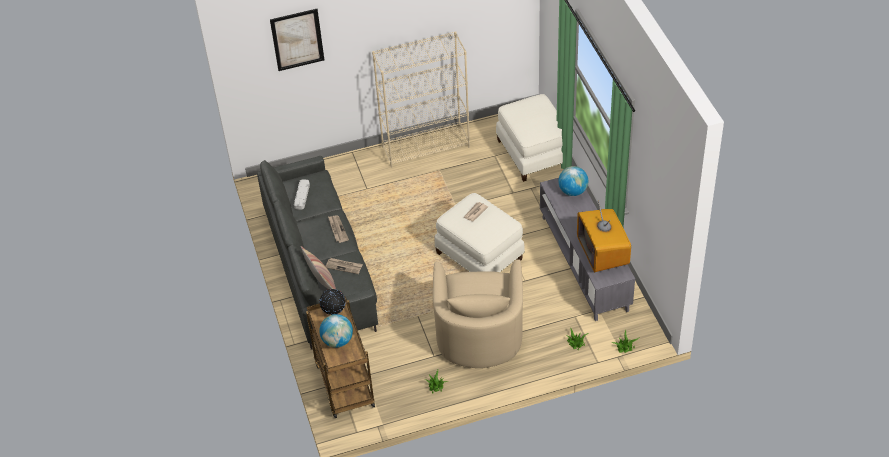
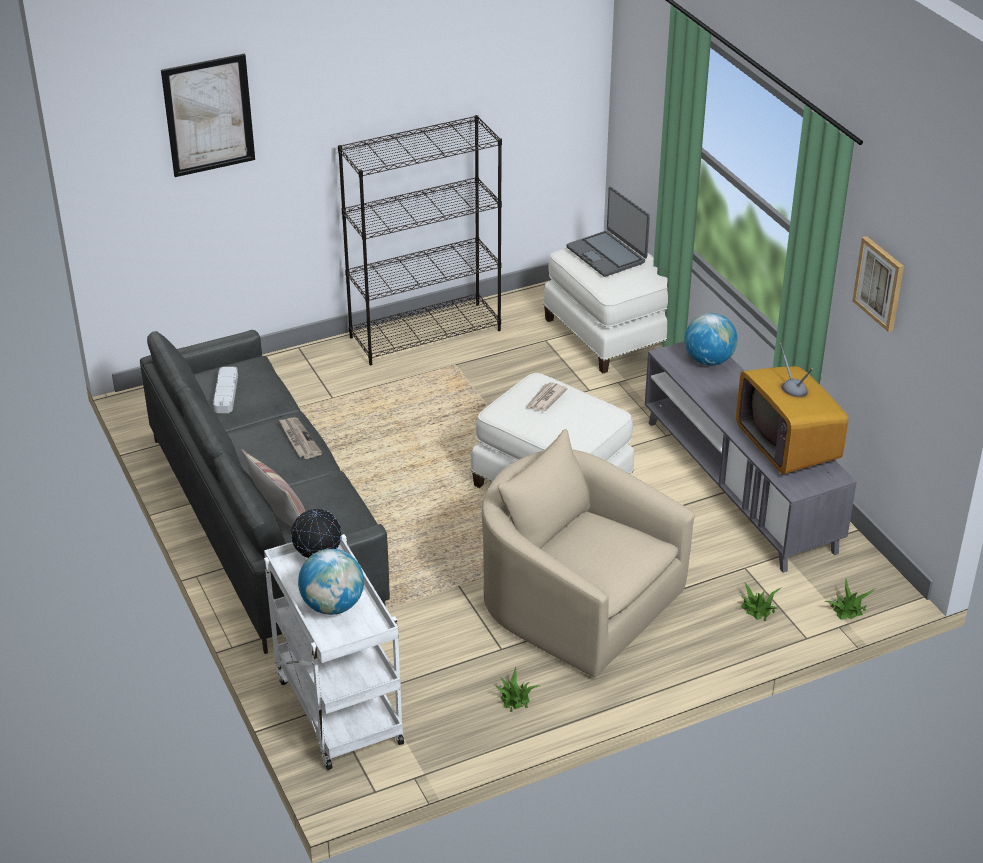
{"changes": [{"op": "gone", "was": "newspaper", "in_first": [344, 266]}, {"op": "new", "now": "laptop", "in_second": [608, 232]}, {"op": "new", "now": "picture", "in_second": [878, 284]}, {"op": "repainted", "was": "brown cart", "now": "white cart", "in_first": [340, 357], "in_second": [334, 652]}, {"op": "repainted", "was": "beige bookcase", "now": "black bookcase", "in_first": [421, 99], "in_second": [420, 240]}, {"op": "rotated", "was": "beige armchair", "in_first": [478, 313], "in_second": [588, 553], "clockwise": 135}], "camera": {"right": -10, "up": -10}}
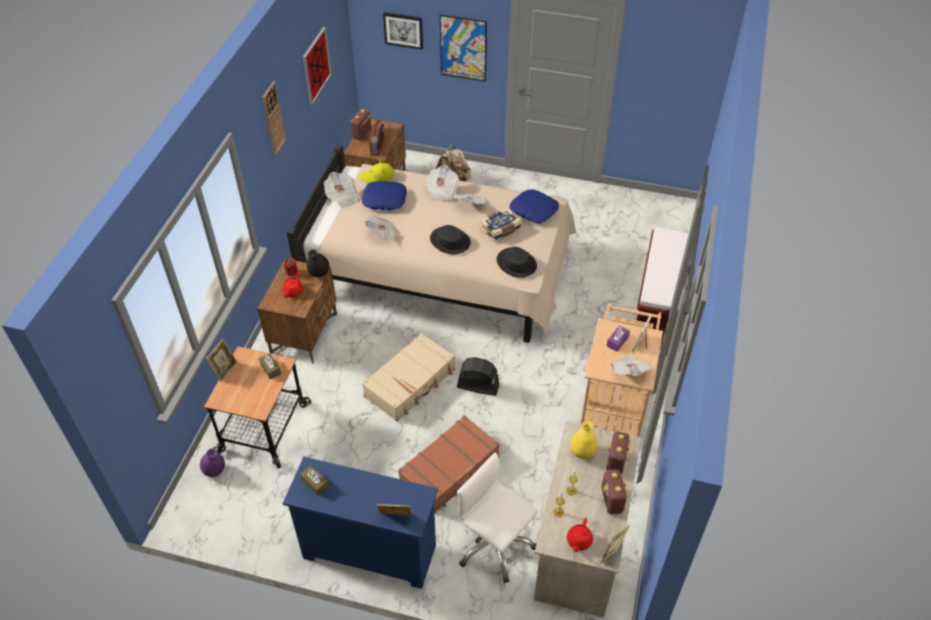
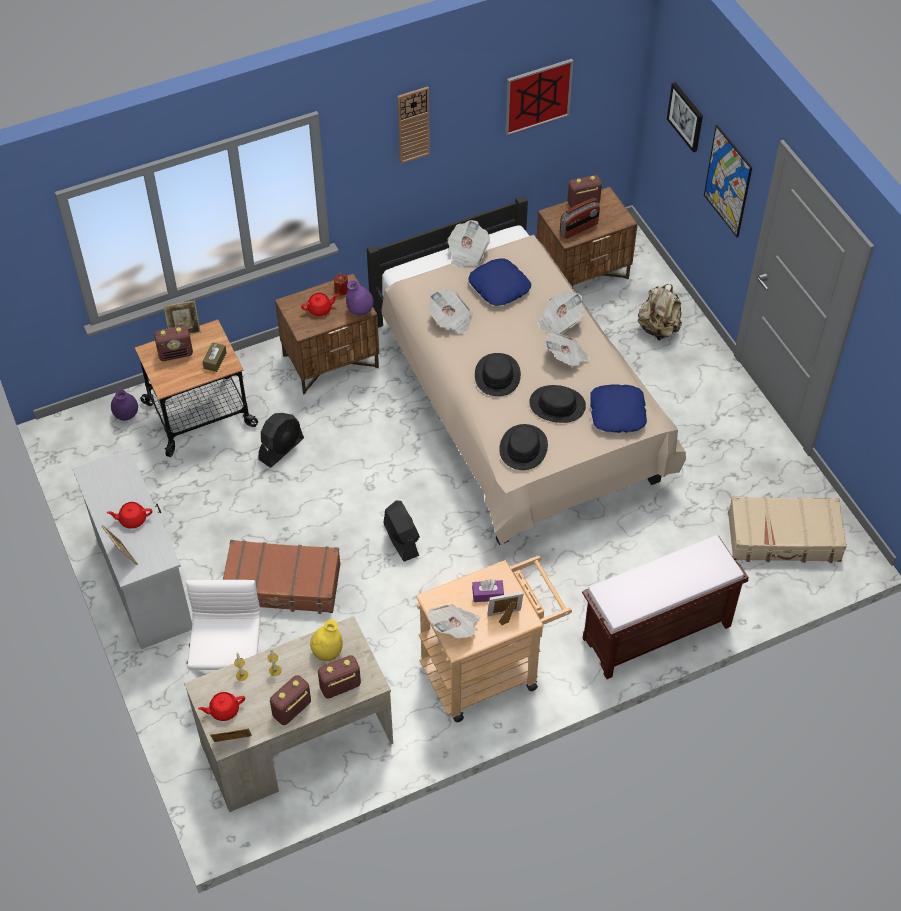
{"changes": [{"op": "gone", "was": "brown tissue box", "in_first": [314, 480]}, {"op": "gone", "was": "yellow hat", "in_first": [377, 172]}, {"op": "new", "now": "red teapot", "in_second": [129, 515]}, {"op": "new", "now": "radio", "in_second": [173, 343]}, {"op": "new", "now": "black fan", "in_second": [281, 440]}, {"op": "shifted", "was": "beige suitcase", "in_first": [408, 377], "in_second": [787, 529]}, {"op": "swapped", "was": "book", "now": "black hat", "in_first": [501, 224], "in_second": [557, 404]}, {"op": "repainted", "was": "blue dresser", "now": "white dresser", "in_first": [360, 523], "in_second": [132, 548]}, {"op": "repainted", "was": "black vase", "now": "purple vase", "in_first": [318, 263], "in_second": [360, 298]}], "camera": {"right": 50, "up": 5}}
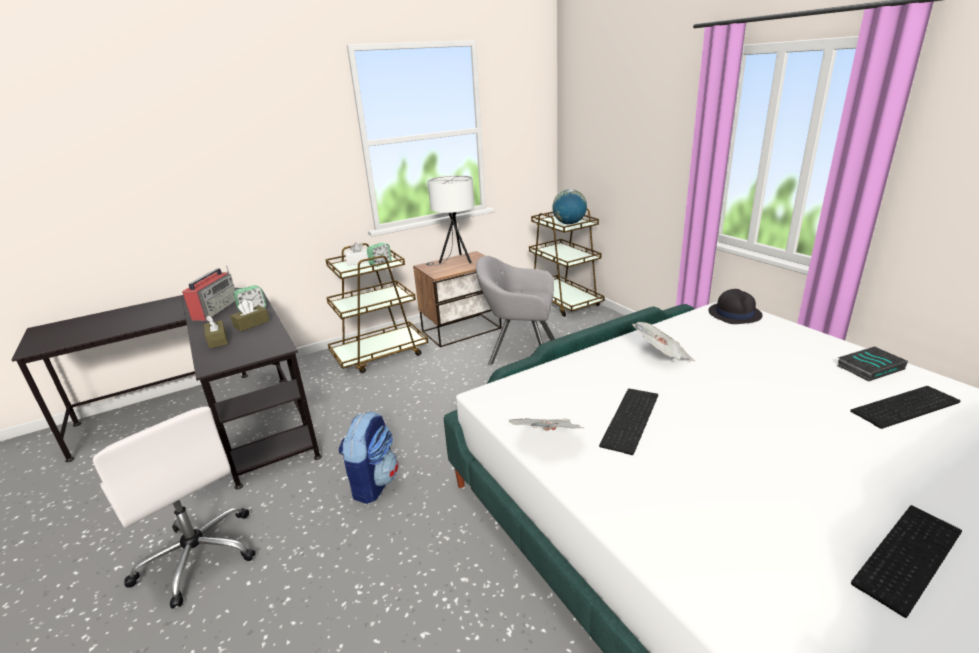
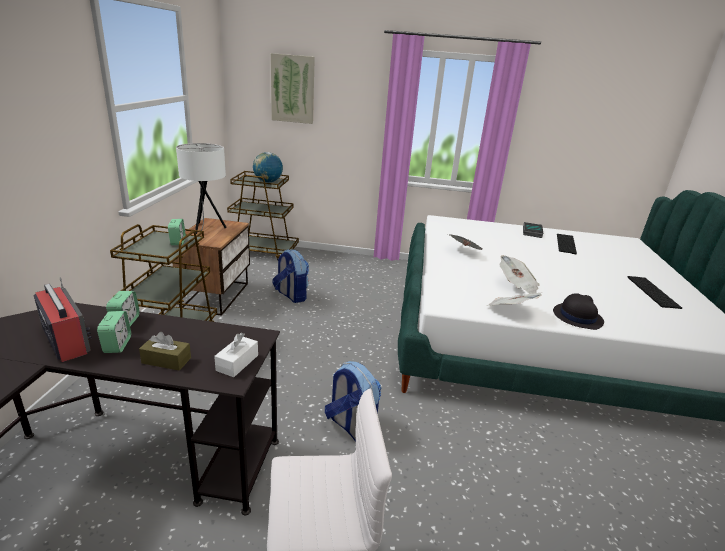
{"changes": [{"op": "gone", "was": "brown tissue box", "in_first": [250, 315]}, {"op": "new", "now": "alarm clock", "in_second": [114, 332]}, {"op": "new", "now": "picture", "in_second": [293, 88]}, {"op": "shifted", "was": "white tissue box", "in_first": [357, 254], "in_second": [236, 354]}, {"op": "shifted", "was": "black hat", "in_first": [735, 306], "in_second": [578, 311]}, {"op": "swapped", "was": "grey armchair", "now": "backpack", "in_first": [515, 310], "in_second": [291, 276]}, {"op": "swapped", "was": "keyboard", "now": "newspaper", "in_first": [628, 422], "in_second": [519, 274]}], "camera": {"right": -55, "up": 0}}
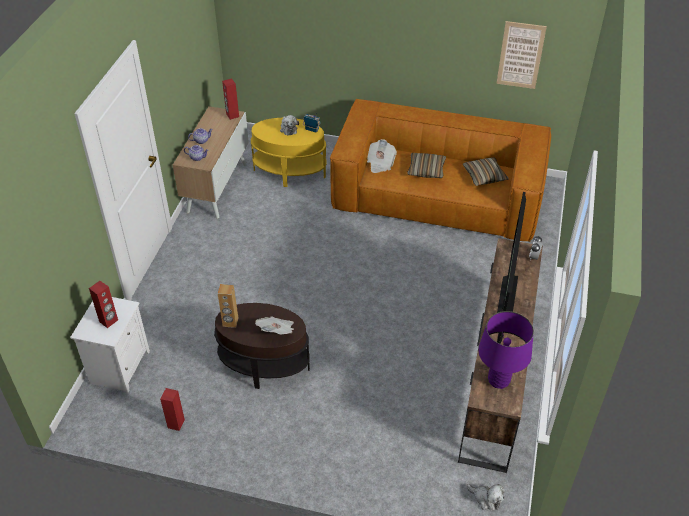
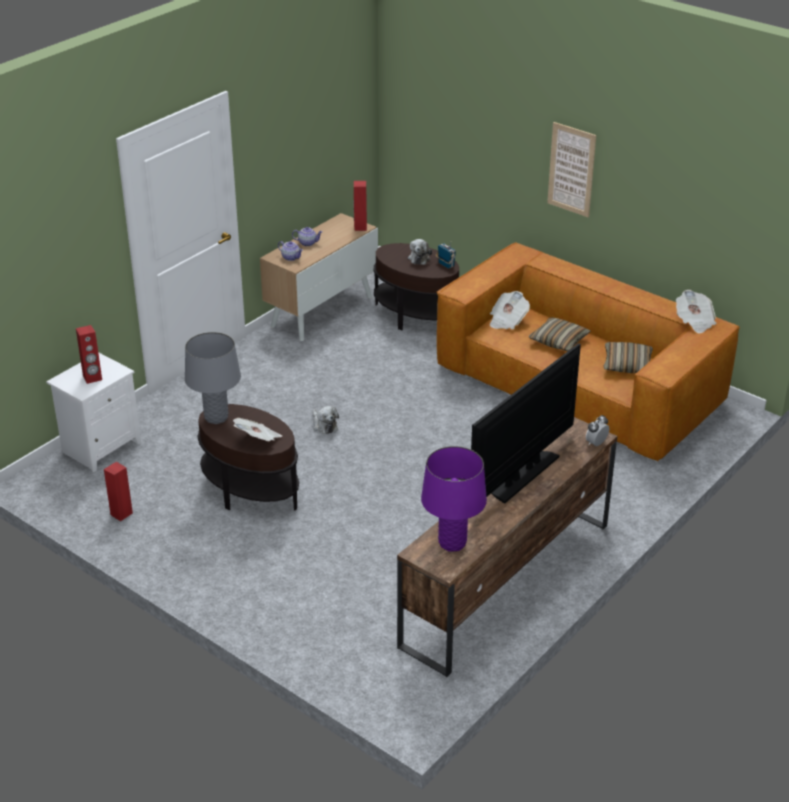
{"changes": [{"op": "new", "now": "newspaper", "in_second": [696, 312]}, {"op": "shifted", "was": "plush toy", "in_first": [486, 497], "in_second": [326, 420]}, {"op": "shifted", "was": "picture", "in_first": [521, 55], "in_second": [571, 169]}, {"op": "swapped", "was": "brown speaker", "now": "grey table lamp", "in_first": [228, 306], "in_second": [213, 378]}, {"op": "repainted", "was": "yellow side table", "now": "brown side table", "in_first": [289, 152], "in_second": [416, 286]}], "camera": {"right": 25, "up": -10}}
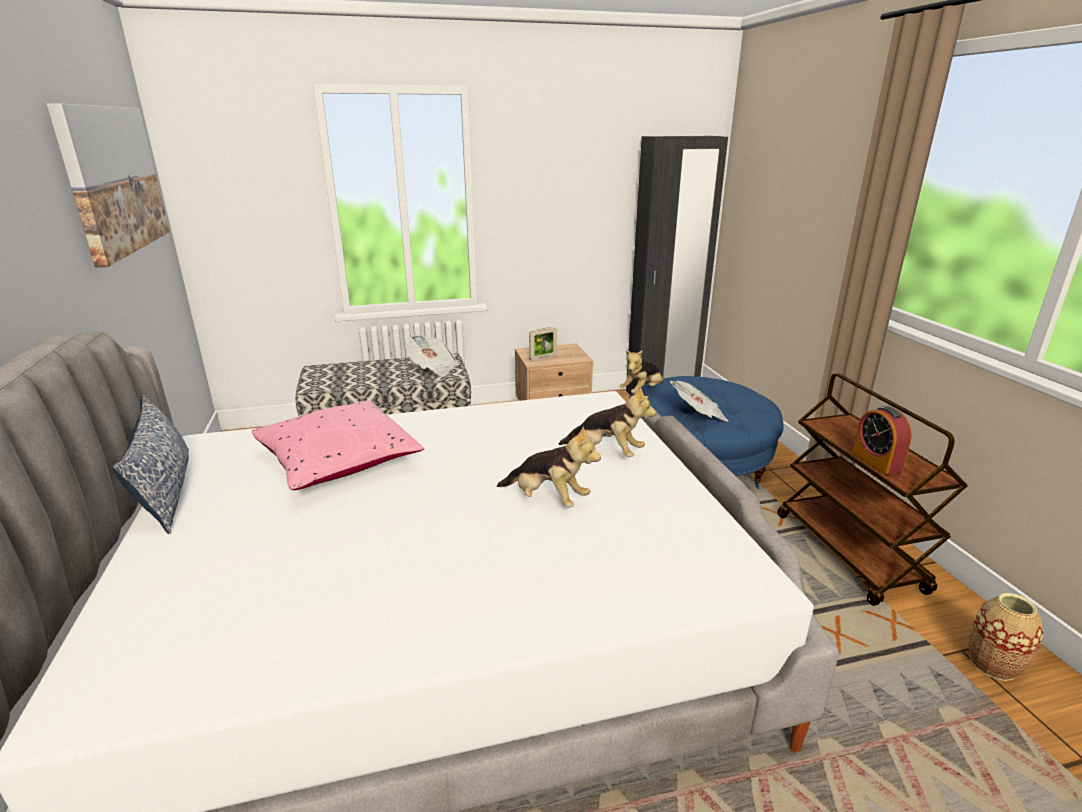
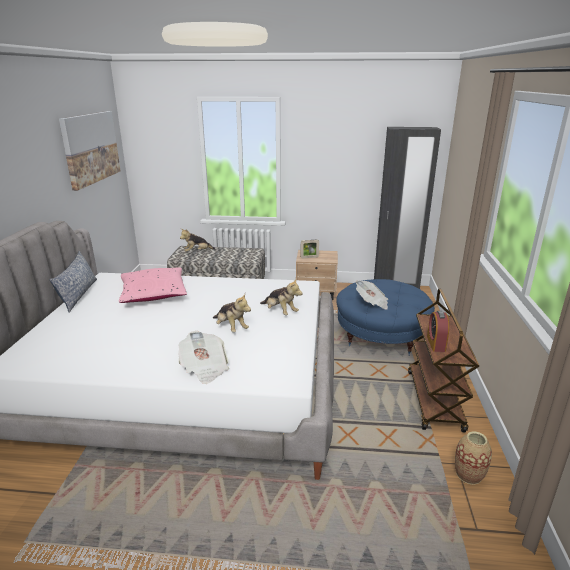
{"changes": [{"op": "shifted", "was": "newspaper", "in_first": [431, 355], "in_second": [203, 357]}, {"op": "shifted", "was": "plush toy", "in_first": [641, 372], "in_second": [197, 240]}], "camera": {"right": 20, "up": 0}}
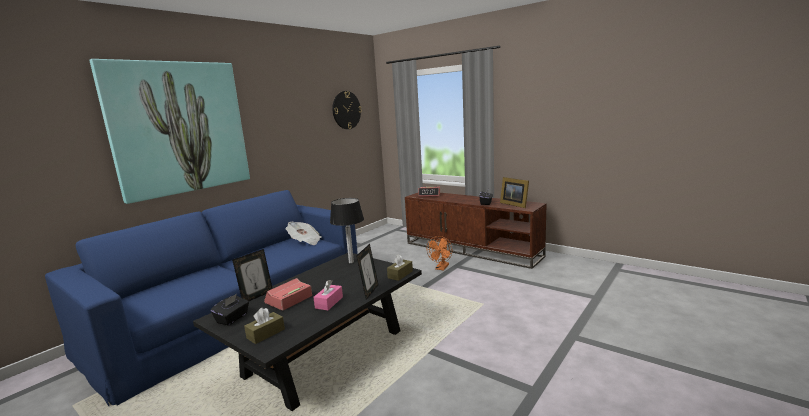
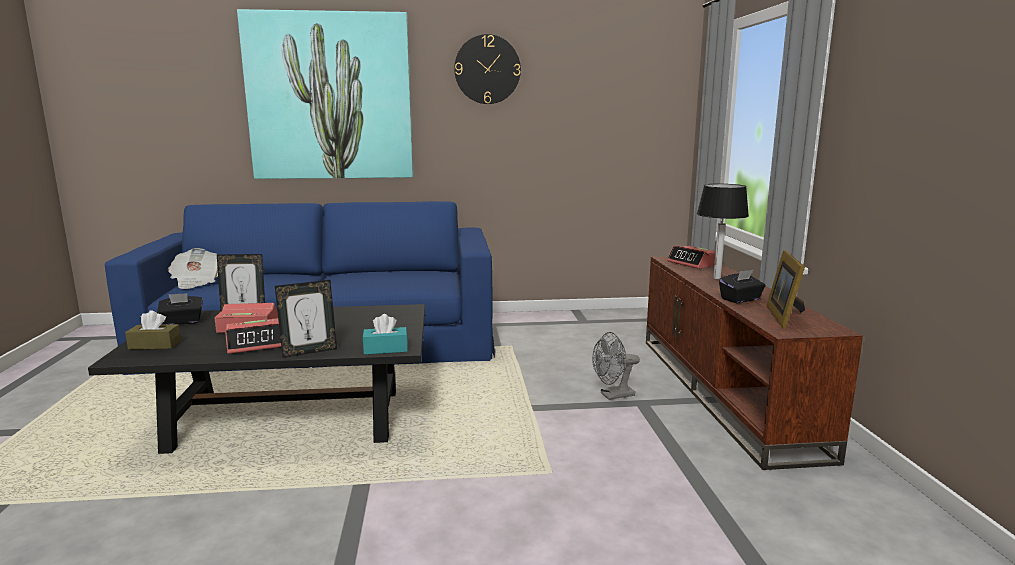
{"changes": [{"op": "shifted", "was": "newspaper", "in_first": [304, 233], "in_second": [193, 268]}, {"op": "shifted", "was": "table lamp", "in_first": [347, 230], "in_second": [723, 231]}, {"op": "shifted", "was": "wall clock", "in_first": [347, 110], "in_second": [487, 69]}, {"op": "swapped", "was": "pink tissue box", "now": "alarm clock", "in_first": [328, 295], "in_second": [253, 336]}, {"op": "repainted", "was": "brown tissue box", "now": "turquoise tissue box", "in_first": [400, 267], "in_second": [385, 334]}, {"op": "repainted", "was": "orange fan", "now": "grey fan", "in_first": [439, 253], "in_second": [616, 366]}], "camera": {"right": 45, "up": 0}}
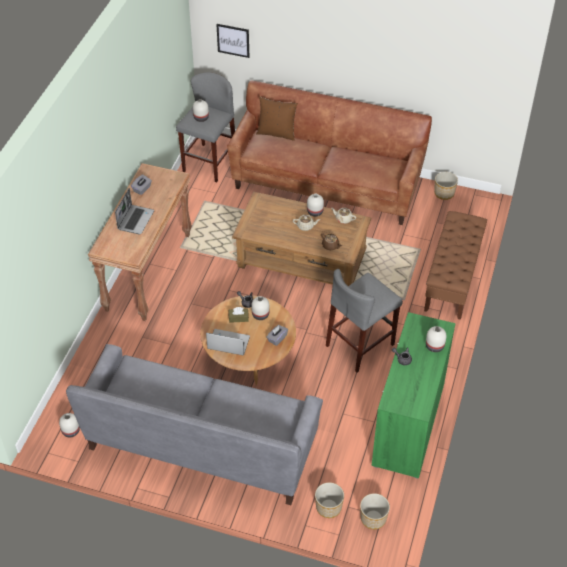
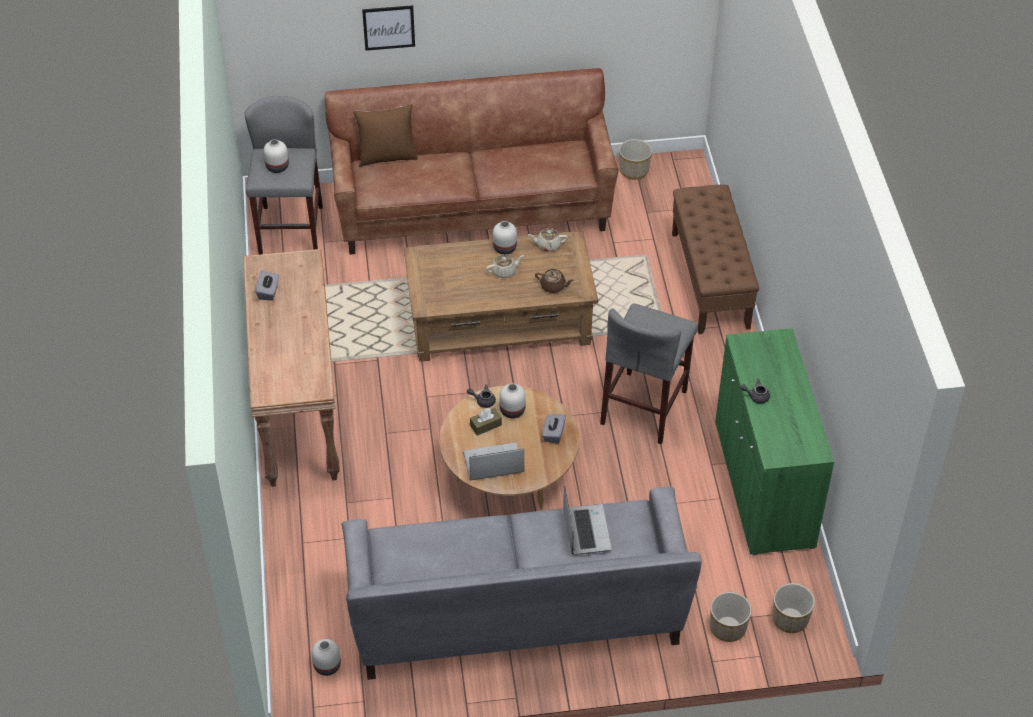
{"changes": [{"op": "gone", "was": "white vase", "in_first": [436, 339]}, {"op": "shifted", "was": "laptop", "in_first": [134, 211], "in_second": [587, 520]}, {"op": "shifted", "was": "picture", "in_first": [232, 41], "in_second": [388, 28]}], "camera": {"right": -25, "up": 0}}
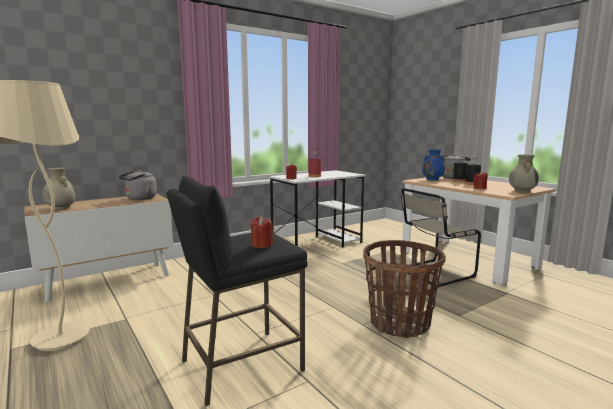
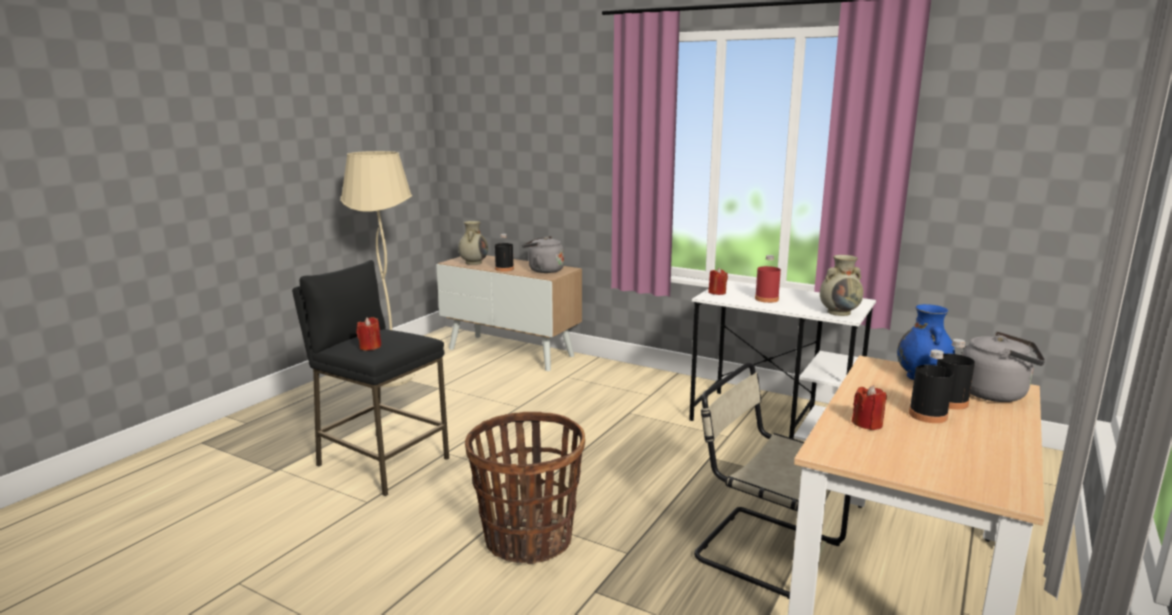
{"changes": [{"op": "new", "now": "black bottle", "in_second": [504, 253]}, {"op": "shifted", "was": "beige vase", "in_first": [524, 174], "in_second": [841, 285]}], "camera": {"right": 65, "up": 5}}
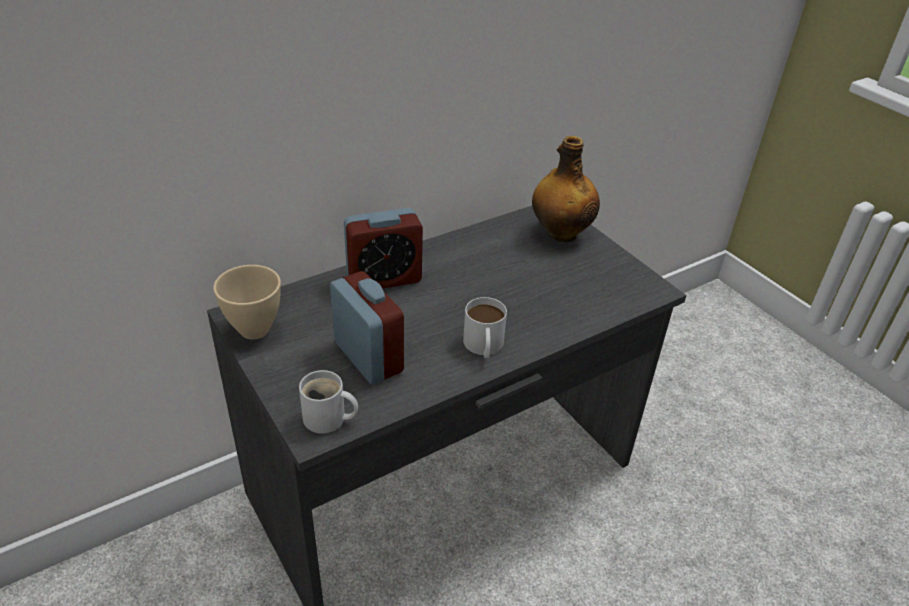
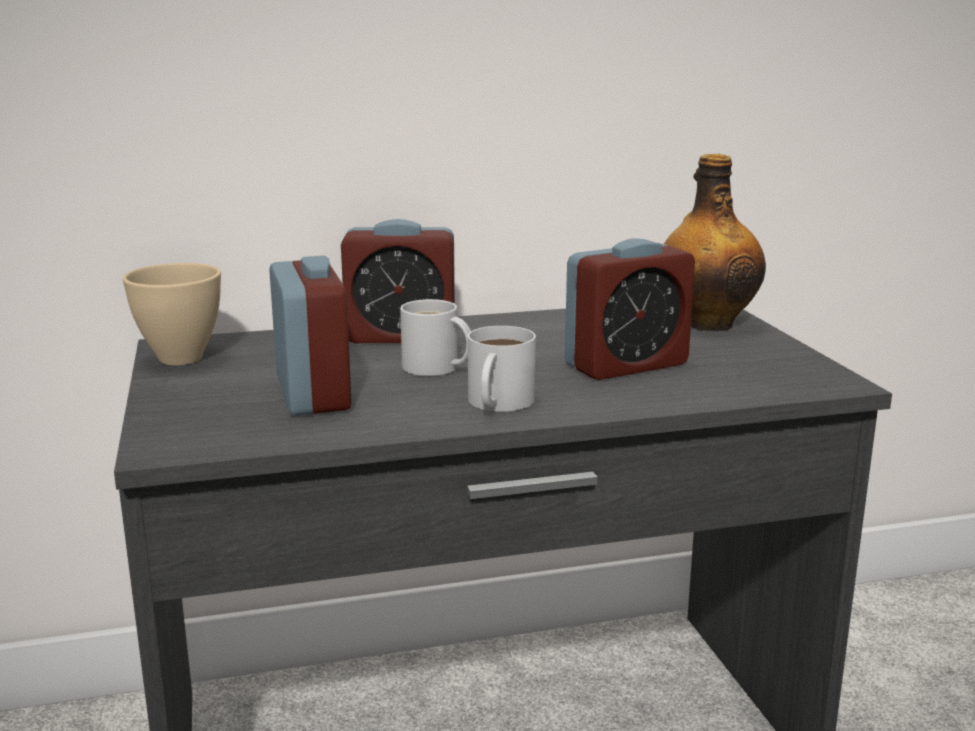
{"changes": [{"op": "new", "now": "alarm clock", "in_second": [630, 309]}, {"op": "shifted", "was": "white mug", "in_first": [328, 402], "in_second": [435, 337]}], "camera": {"right": 20, "up": -20}}
